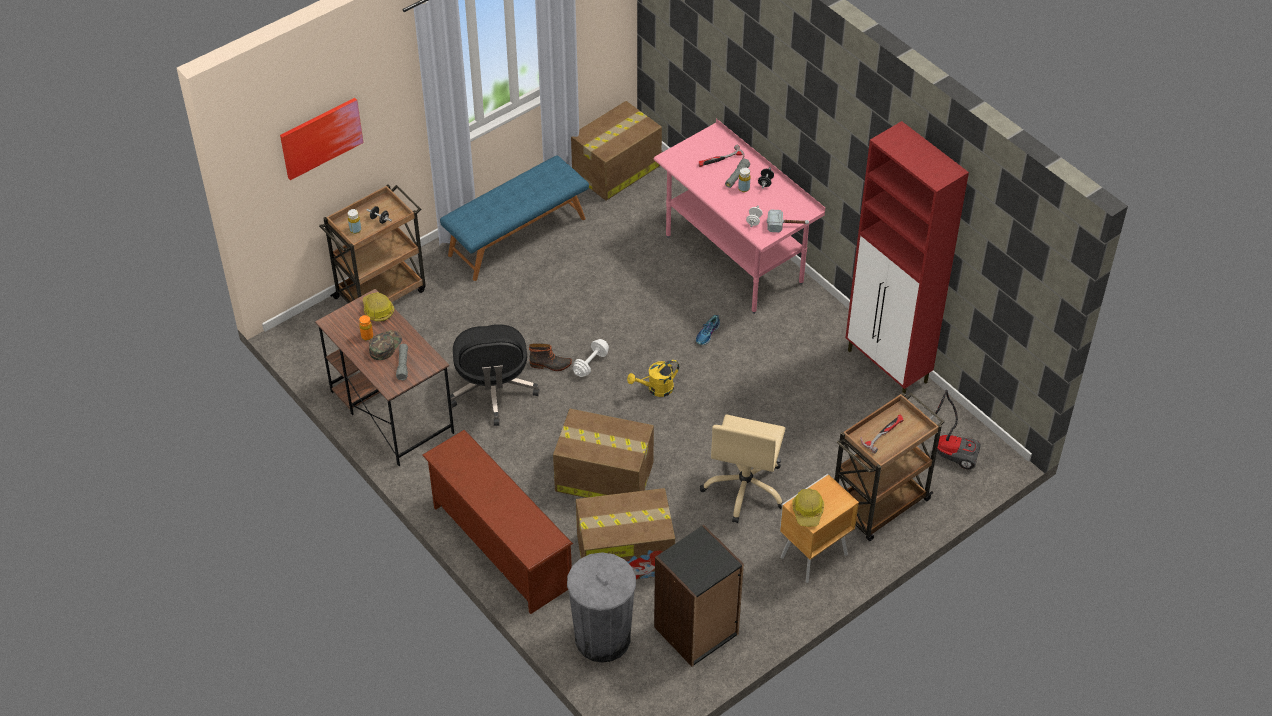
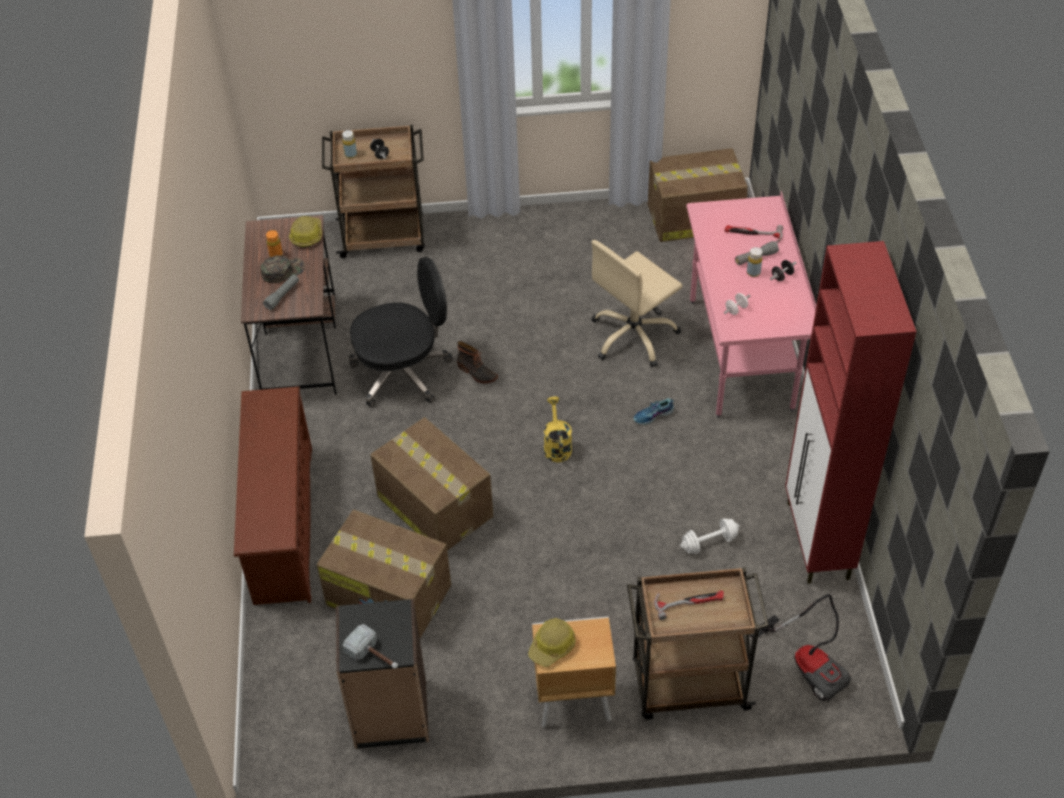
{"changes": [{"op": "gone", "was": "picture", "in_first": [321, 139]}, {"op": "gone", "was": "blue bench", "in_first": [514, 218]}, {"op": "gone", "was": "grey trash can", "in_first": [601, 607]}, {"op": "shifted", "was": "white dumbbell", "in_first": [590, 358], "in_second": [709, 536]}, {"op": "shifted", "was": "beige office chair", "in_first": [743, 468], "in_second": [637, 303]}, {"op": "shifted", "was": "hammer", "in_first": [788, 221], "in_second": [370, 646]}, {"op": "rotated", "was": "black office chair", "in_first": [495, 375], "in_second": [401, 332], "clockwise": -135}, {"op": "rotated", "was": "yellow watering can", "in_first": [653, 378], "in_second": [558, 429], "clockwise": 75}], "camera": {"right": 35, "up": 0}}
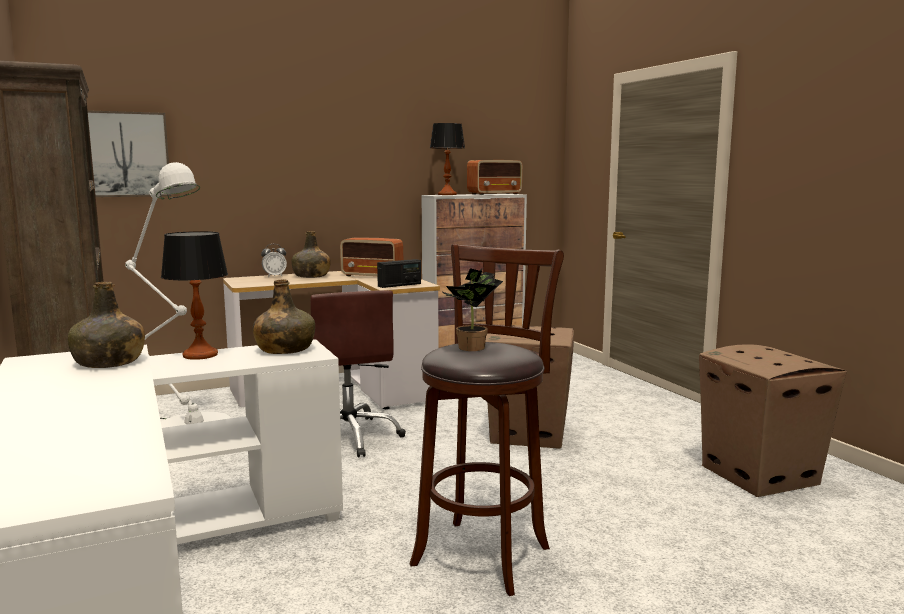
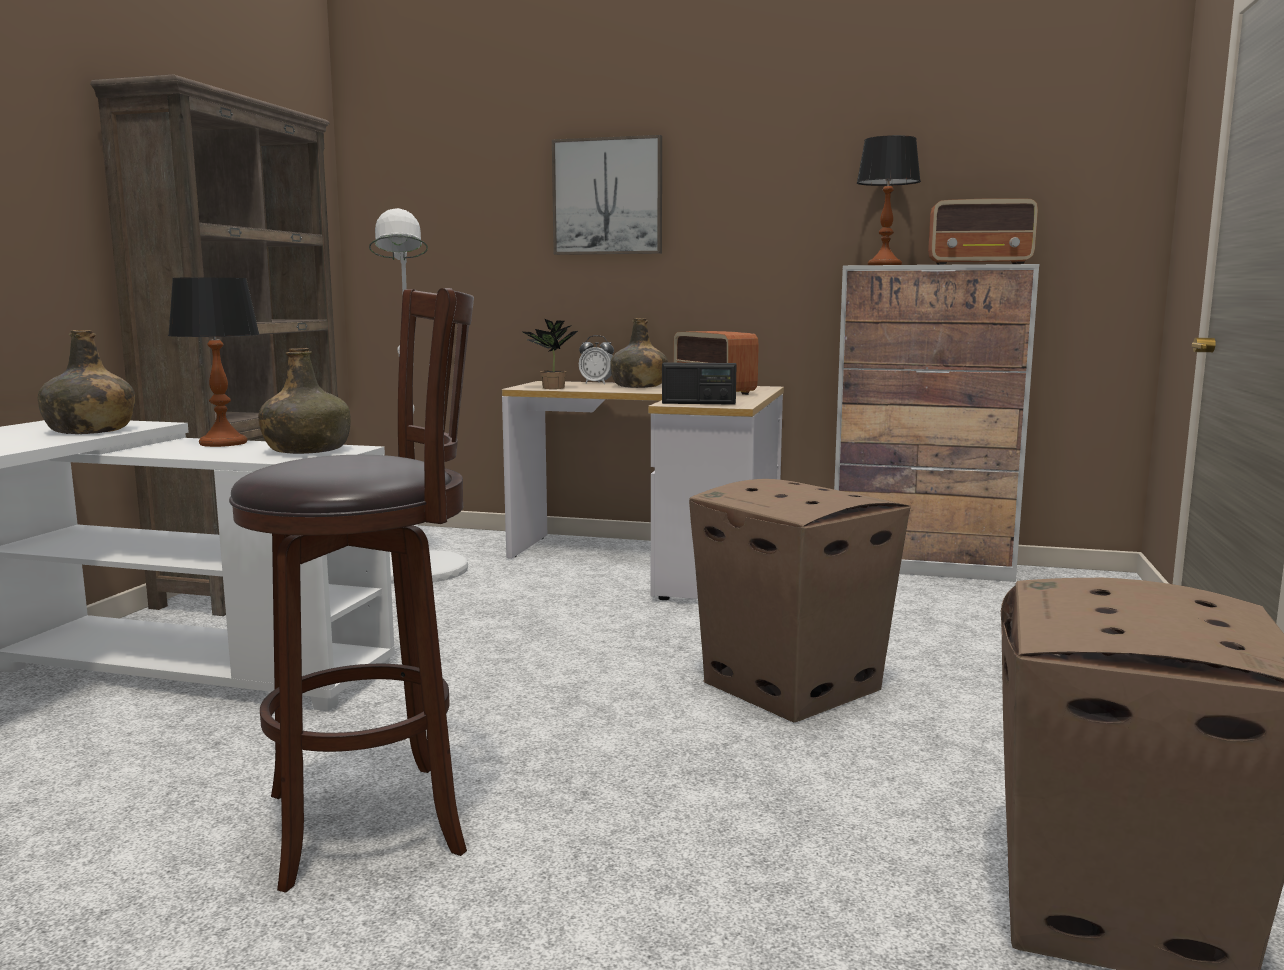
{"changes": [{"op": "gone", "was": "brown office chair", "in_first": [358, 374]}, {"op": "shifted", "was": "picture", "in_first": [129, 153], "in_second": [607, 195]}, {"op": "shifted", "was": "potted plant", "in_first": [472, 309], "in_second": [549, 354]}], "camera": {"right": 40, "up": 0}}
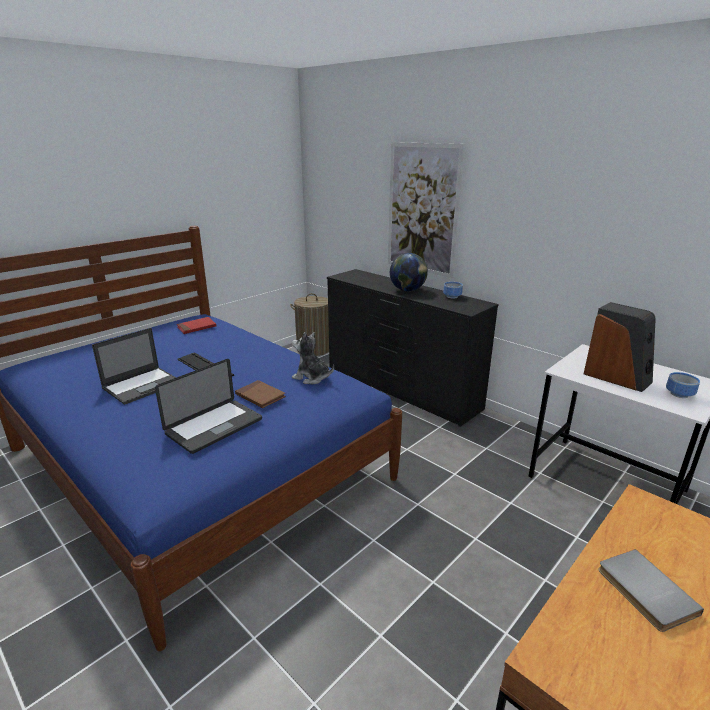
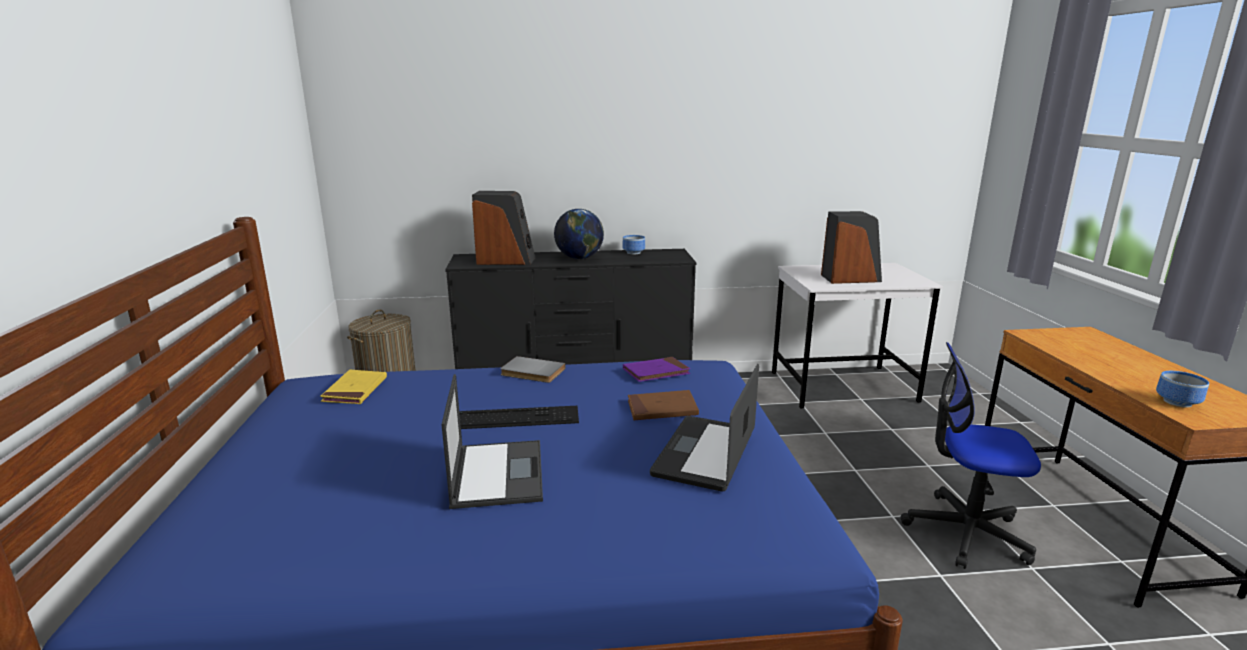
{"changes": [{"op": "gone", "was": "picture", "in_first": [426, 210]}, {"op": "new", "now": "speaker", "in_second": [503, 228]}, {"op": "new", "now": "office chair", "in_second": [970, 455]}, {"op": "shifted", "was": "grey book", "in_first": [651, 590], "in_second": [532, 369]}, {"op": "shifted", "was": "bowl", "in_first": [683, 385], "in_second": [1182, 389]}, {"op": "swapped", "was": "plush toy", "now": "purple book", "in_first": [313, 358], "in_second": [656, 369]}, {"op": "repainted", "was": "red book", "now": "yellow book", "in_first": [196, 325], "in_second": [353, 387]}, {"op": "rotated", "was": "laptop", "in_first": [208, 406], "in_second": [704, 428], "clockwise": -150}], "camera": {"right": -50, "up": -5}}
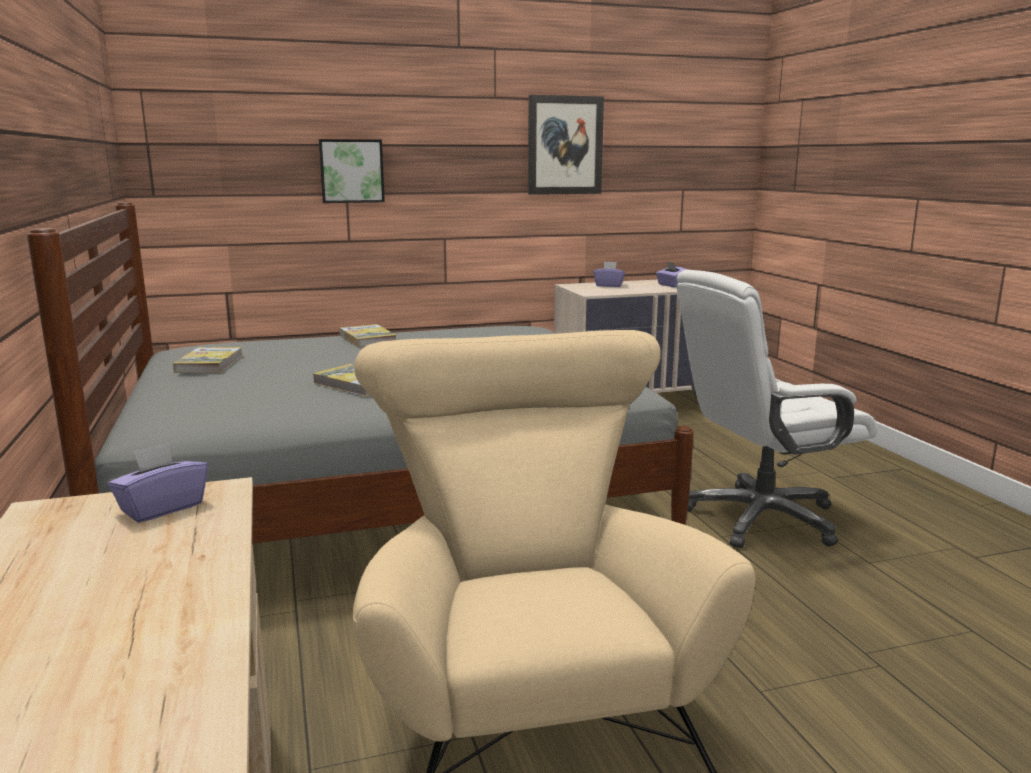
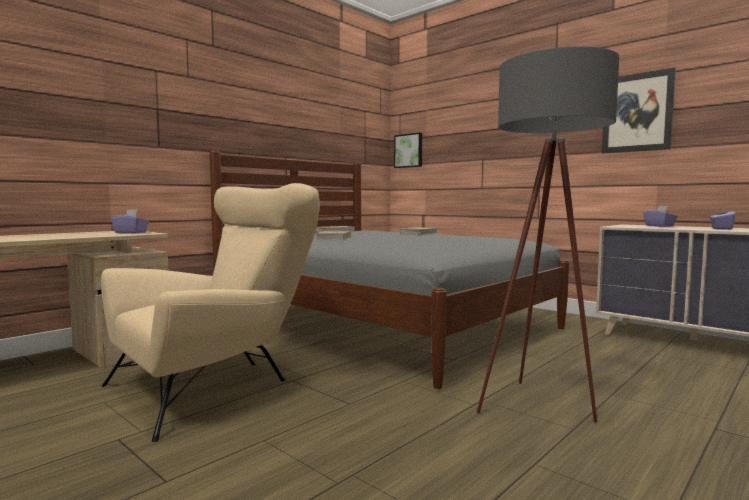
{"changes": [{"op": "shifted", "was": "picture", "in_first": [352, 171], "in_second": [408, 150]}, {"op": "swapped", "was": "white office chair", "now": "grey floor lamp", "in_first": [777, 409], "in_second": [548, 234]}], "camera": {"right": 60, "up": -10}}
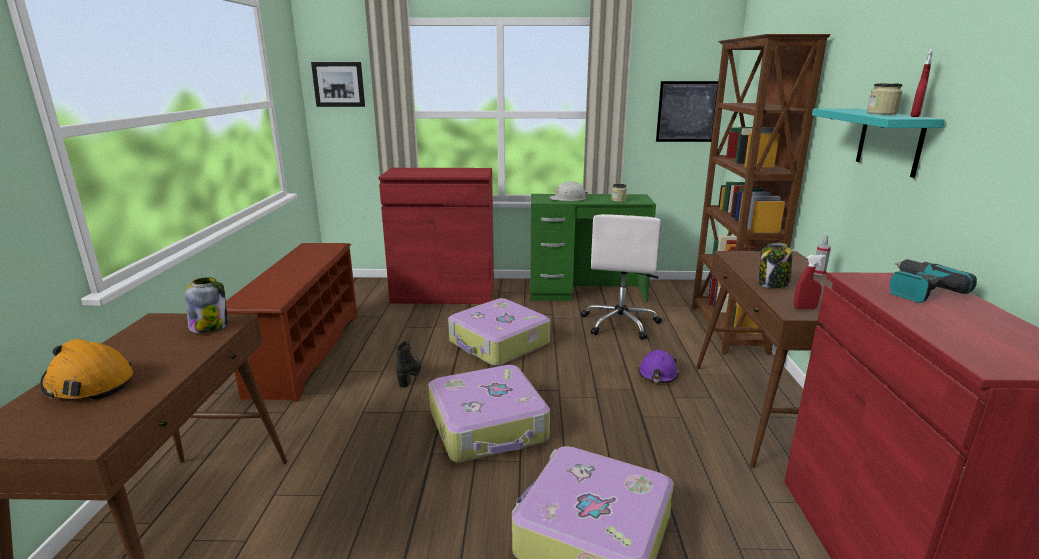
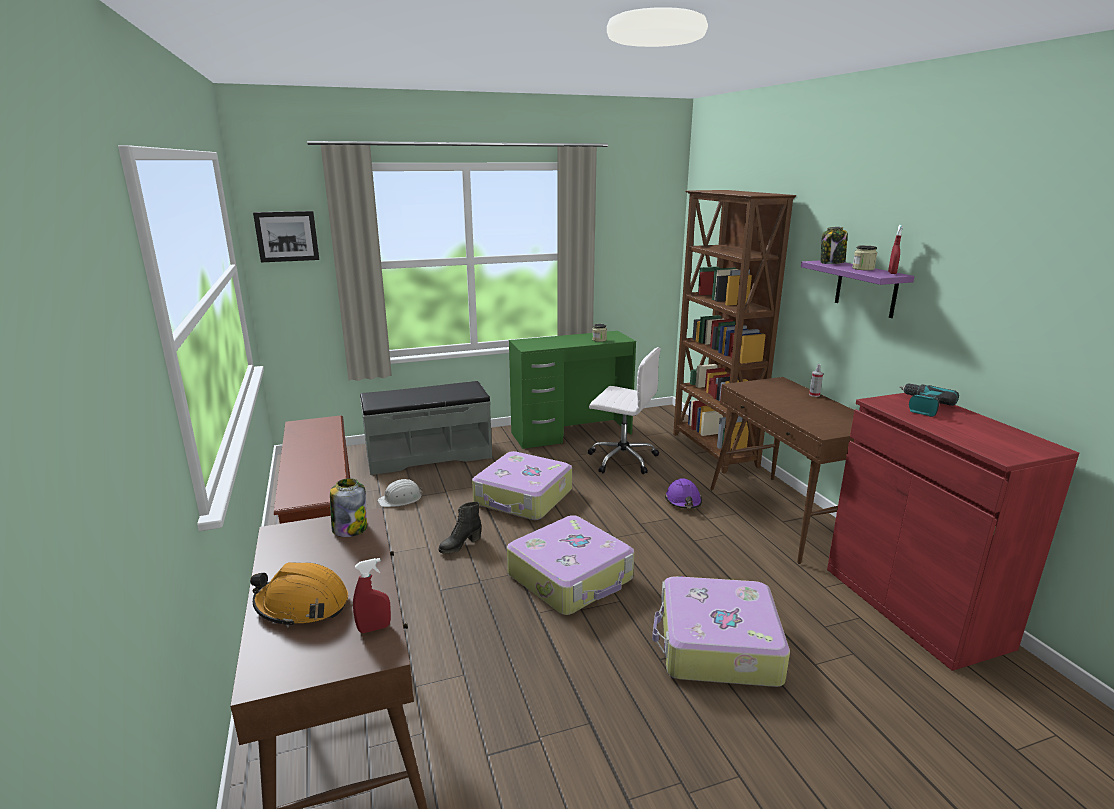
{"changes": [{"op": "gone", "was": "picture", "in_first": [687, 111]}, {"op": "shifted", "was": "white hard hat", "in_first": [568, 191], "in_second": [400, 493]}, {"op": "shifted", "was": "jar", "in_first": [775, 265], "in_second": [833, 245]}, {"op": "shifted", "was": "red spray bottle", "in_first": [809, 282], "in_second": [372, 595]}, {"op": "swapped", "was": "red cabinet", "now": "grey bench", "in_first": [436, 236], "in_second": [426, 428]}, {"op": "repainted", "was": "turquoise shelf", "now": "purple shelf", "in_first": [878, 143], "in_second": [858, 289]}, {"op": "rotated", "was": "black boot", "in_first": [408, 364], "in_second": [460, 528], "clockwise": -120}, {"op": "rotated", "was": "white office chair", "in_first": [621, 277], "in_second": [624, 410], "clockwise": -60}], "camera": {"right": -20, "up": 0}}
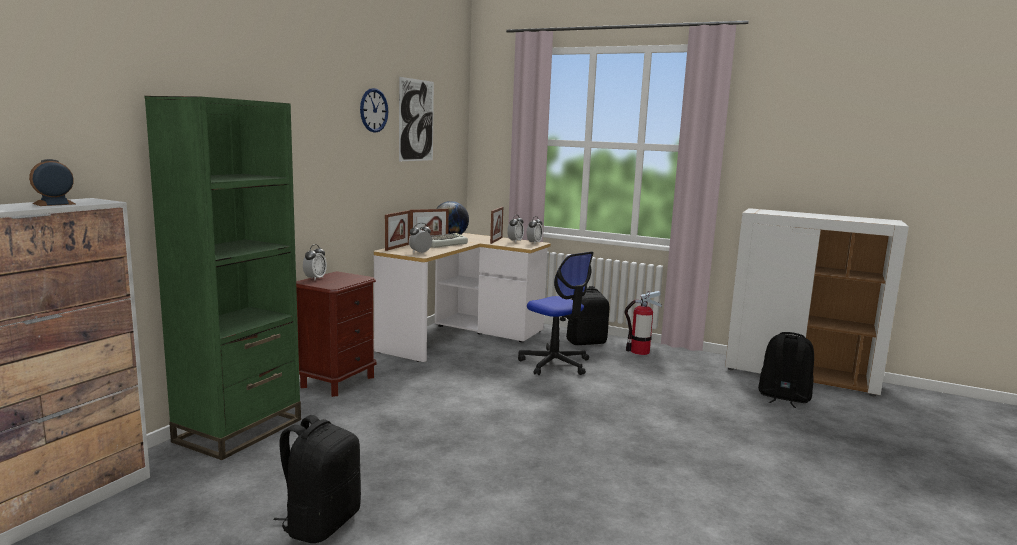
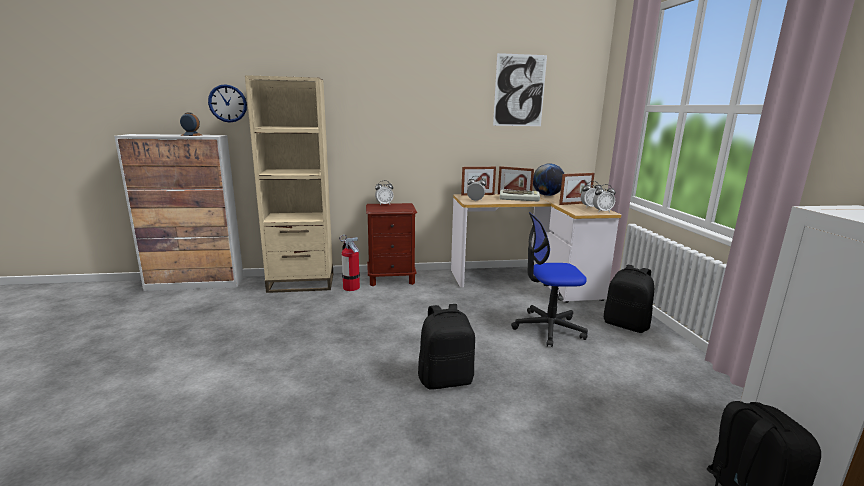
{"changes": [{"op": "shifted", "was": "black backpack", "in_first": [317, 479], "in_second": [446, 347]}, {"op": "shifted", "was": "wall clock", "in_first": [374, 110], "in_second": [227, 103]}, {"op": "shifted", "was": "fire extinguisher", "in_first": [643, 323], "in_second": [349, 263]}, {"op": "repainted", "was": "green bookcase", "now": "beige bookcase", "in_first": [222, 278], "in_second": [289, 184]}, {"op": "rotated", "was": "office chair", "in_first": [556, 313], "in_second": [549, 279], "clockwise": 75}], "camera": {"right": 55, "up": 5}}
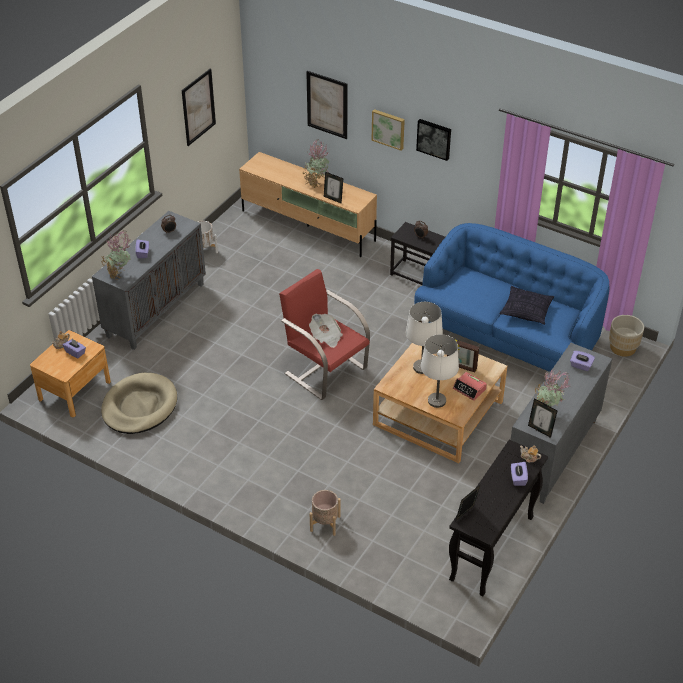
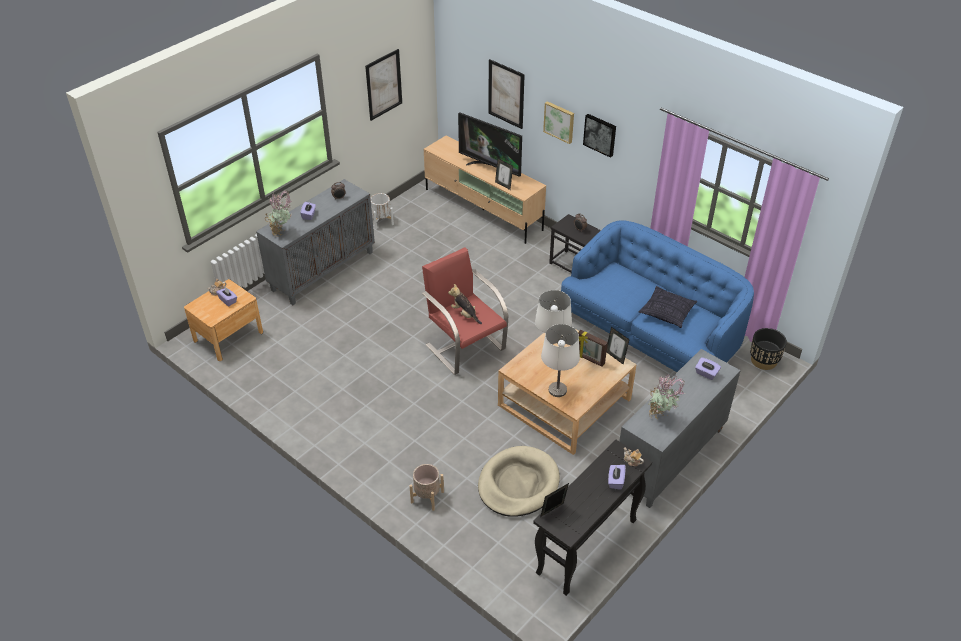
{"changes": [{"op": "gone", "was": "alarm clock", "in_first": [470, 386]}, {"op": "shifted", "was": "beige dog bed", "in_first": [139, 403], "in_second": [519, 481]}, {"op": "shifted", "was": "picture frame", "in_first": [543, 418], "in_second": [618, 346]}, {"op": "swapped", "was": "potted plant", "now": "television", "in_first": [315, 163], "in_second": [490, 144]}, {"op": "swapped", "was": "newspaper", "now": "plush toy", "in_first": [326, 331], "in_second": [465, 304]}, {"op": "repainted", "was": "beige planter", "now": "black planter", "in_first": [626, 336], "in_second": [768, 349]}], "camera": {"right": 10, "up": 0}}
